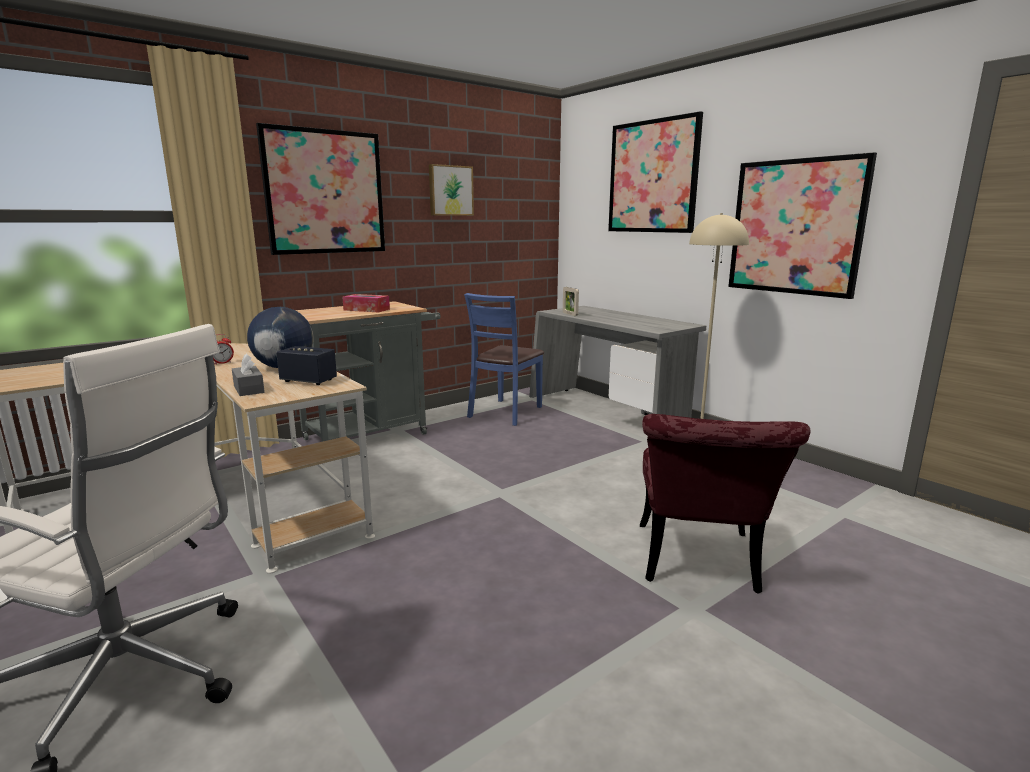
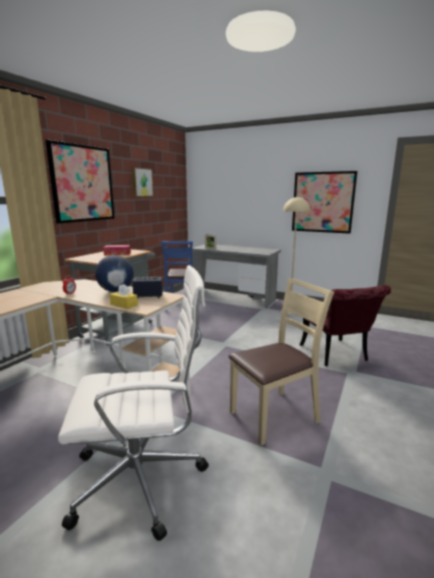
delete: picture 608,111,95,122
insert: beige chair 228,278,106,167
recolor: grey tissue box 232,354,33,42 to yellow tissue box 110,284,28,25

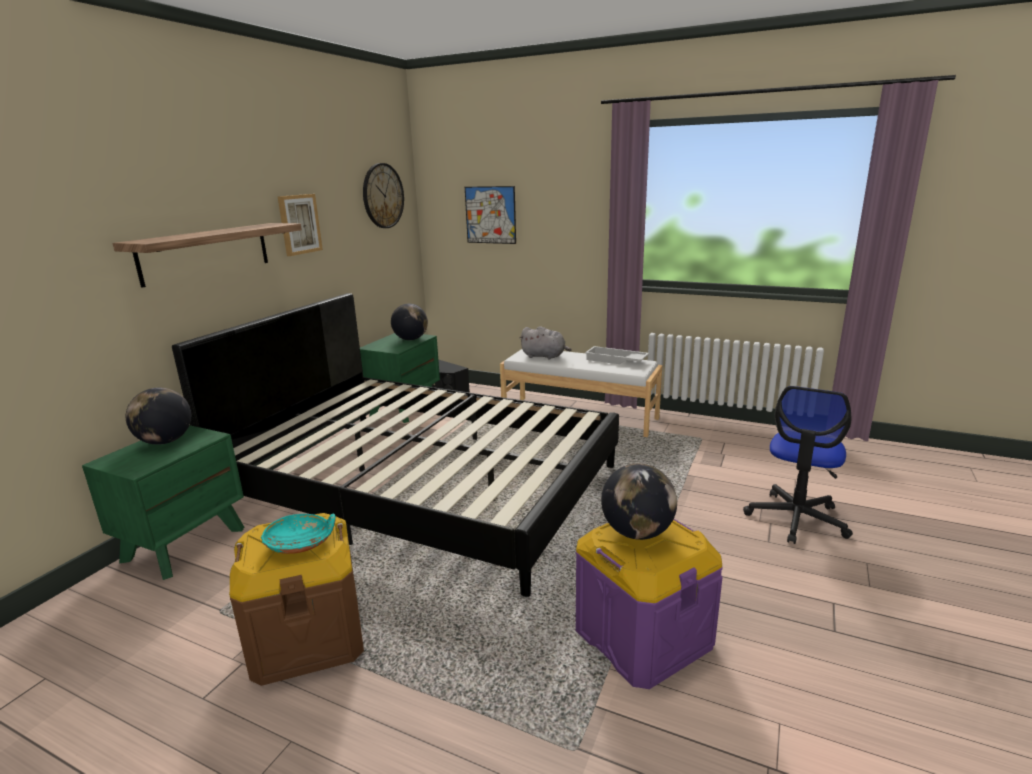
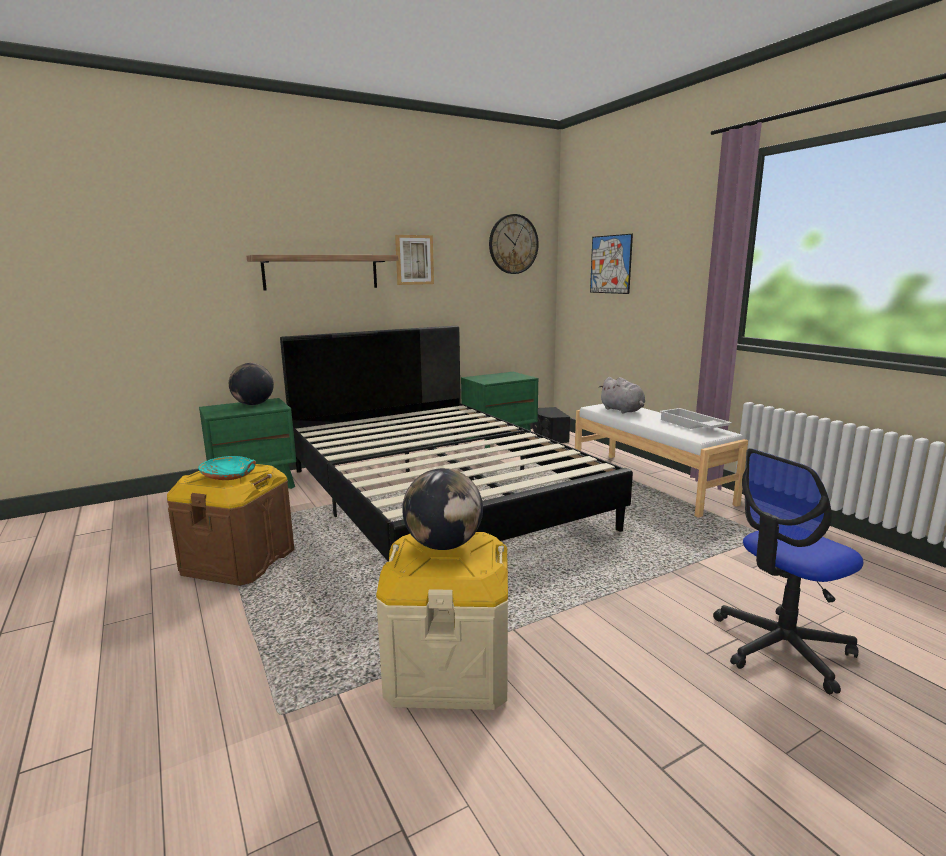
delete: globe 391,304,37,36
recolor: purple storage box 576,519,147,170 to beige storage box 376,532,132,178

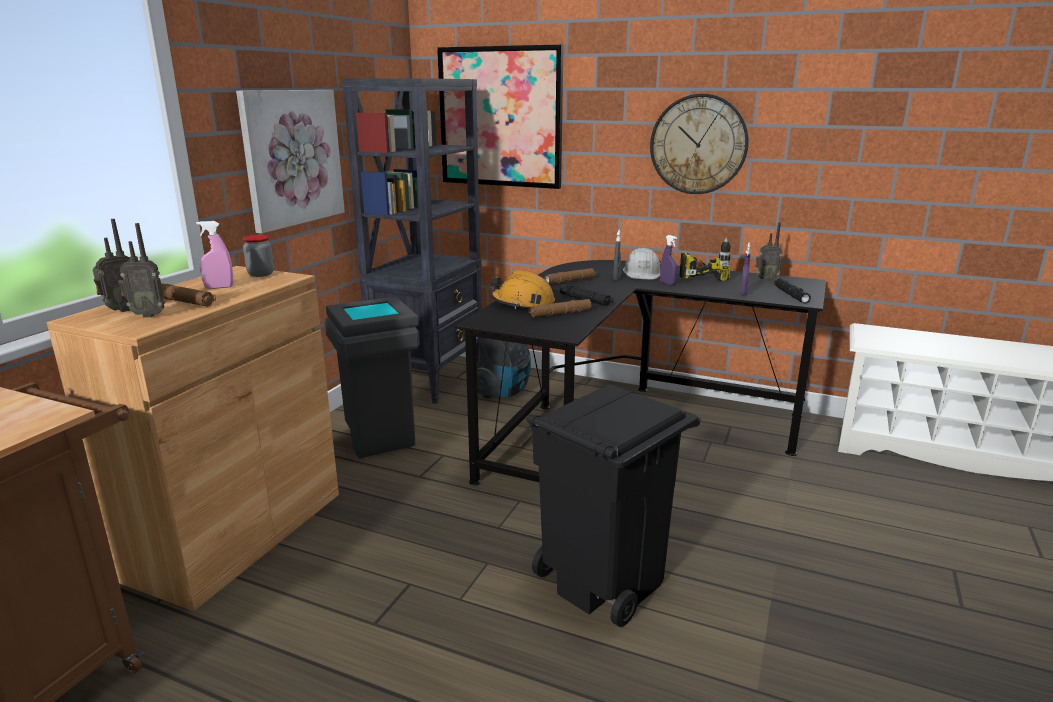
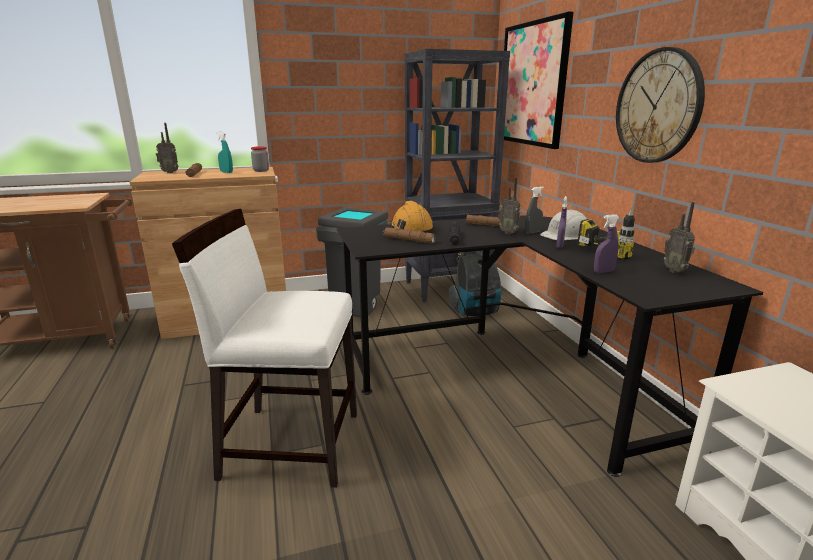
delete: picture 236,90,109,144; black flashlight 774,278,37,26
move: radio 118,223,47,95 to 498,177,22,57
replace: black trash can 527,385,173,242 to white chair 172,209,185,279
recolor: pink spray bottle 196,221,37,68 to turquoise spray bottle 216,132,17,41

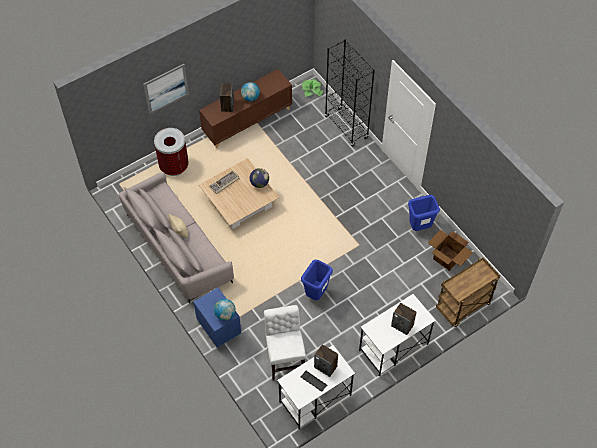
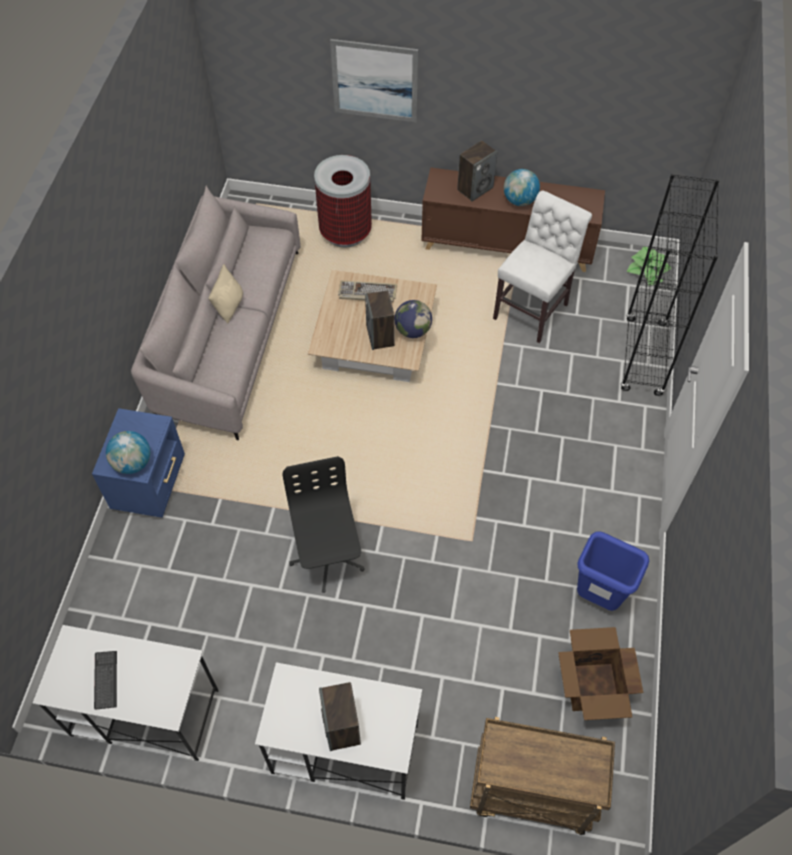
move: white chair 264,305,42,75 to 493,191,99,152; speaker 314,344,24,33 to 365,291,30,59
replace: blue trash can 301,260,32,40 to black office chair 282,456,83,137

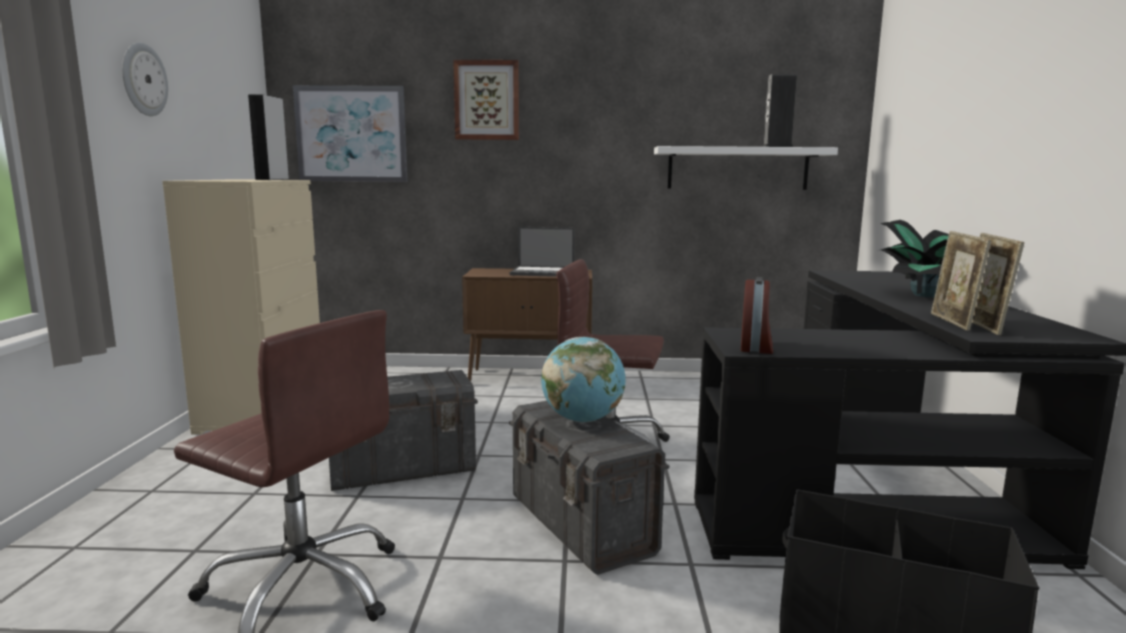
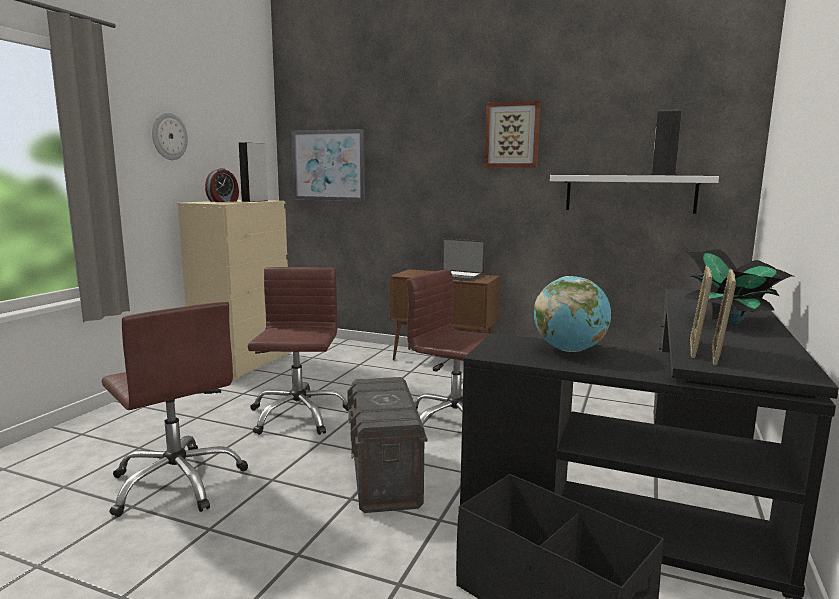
move: picture 453,60,66,80 to 484,100,57,68; globe 541,337,85,85 to 534,276,77,76; alarm clock 741,277,32,77 to 205,168,34,34
replace: grey storage box 329,370,149,121 to brown office chair 248,267,100,168

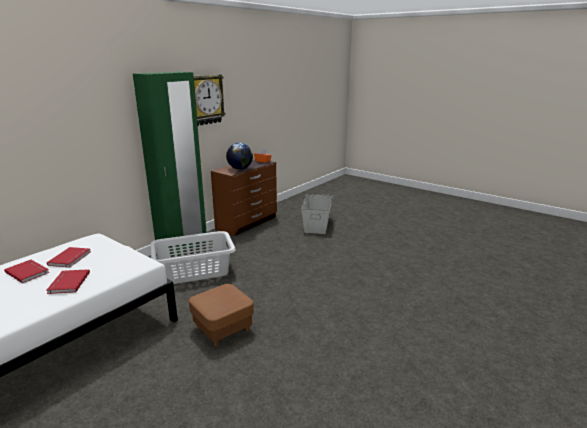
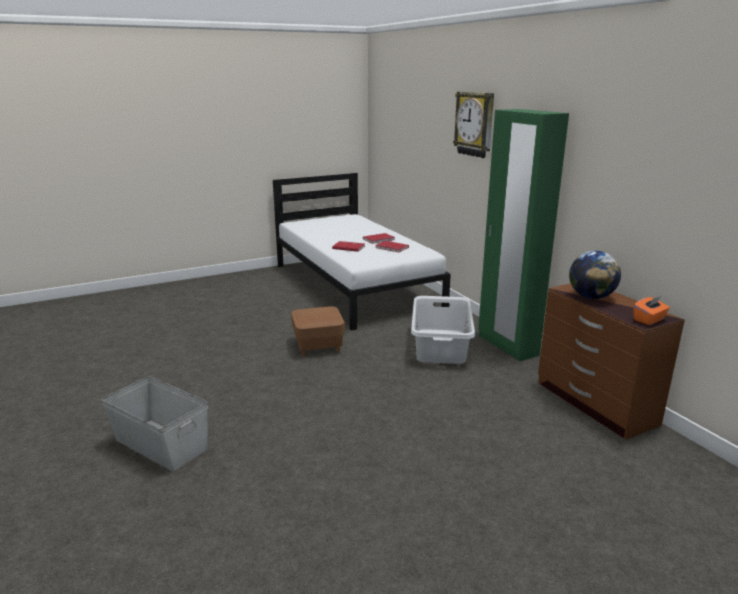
move: wall clock 193,75,33,51 to 453,91,41,67; grey storage box 301,194,32,40 to 101,376,107,95

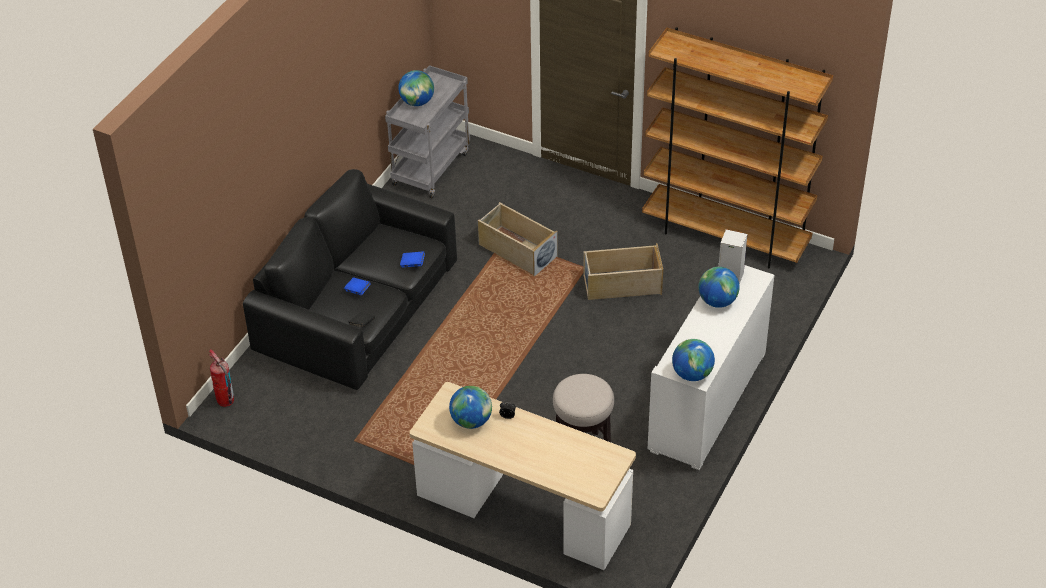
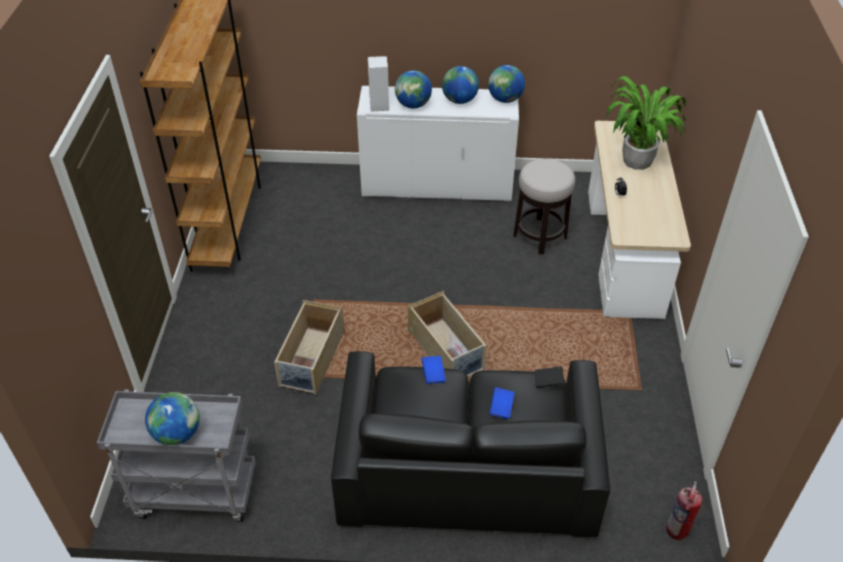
insert: potted plant 605,76,81,94
move: globe 449,386,43,43 to 442,66,37,38; beige storage box 583,243,80,57 to 408,291,79,86

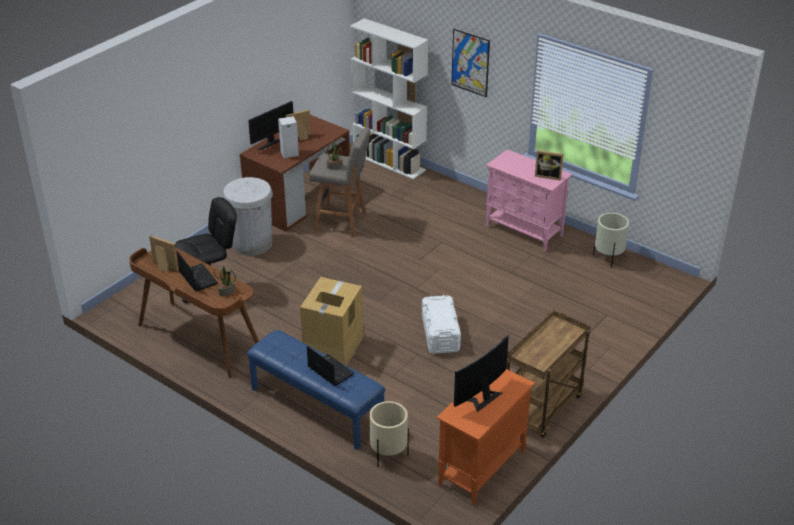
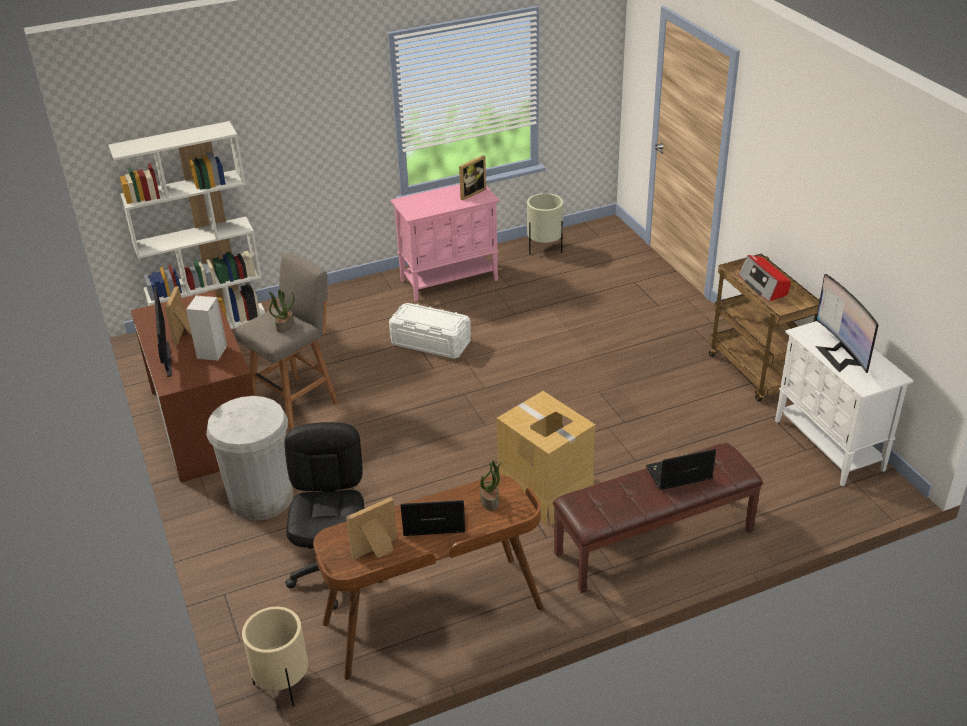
delete: picture 451,29,39,68
insert: radio 738,255,53,47
move: beige planter 369,401,40,66 to 242,607,66,100; white storage box 422,295,39,59 to 389,303,82,56
recolor: blue bench 247,330,138,120 to brown bench 553,443,210,150; orange cabinet 437,369,98,136 to white cabinet 775,321,139,165

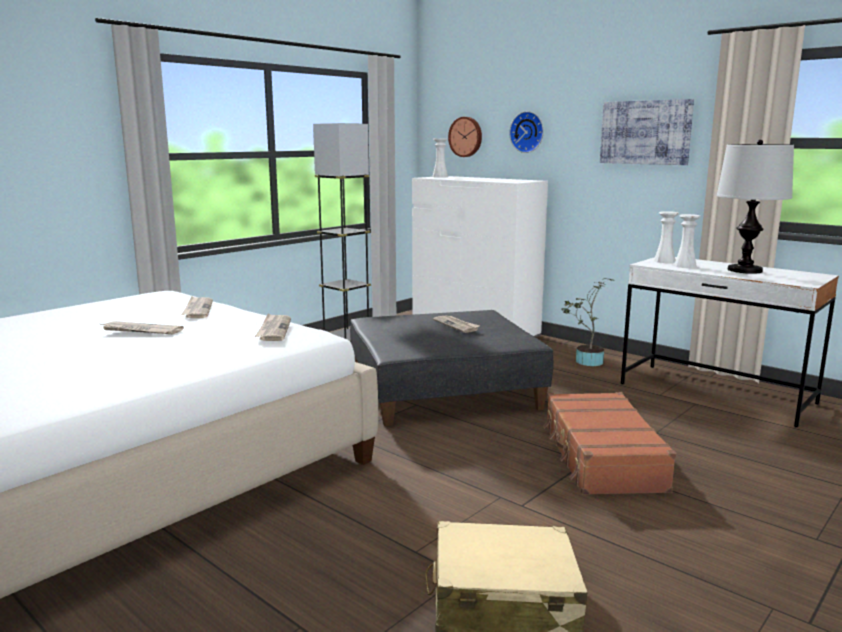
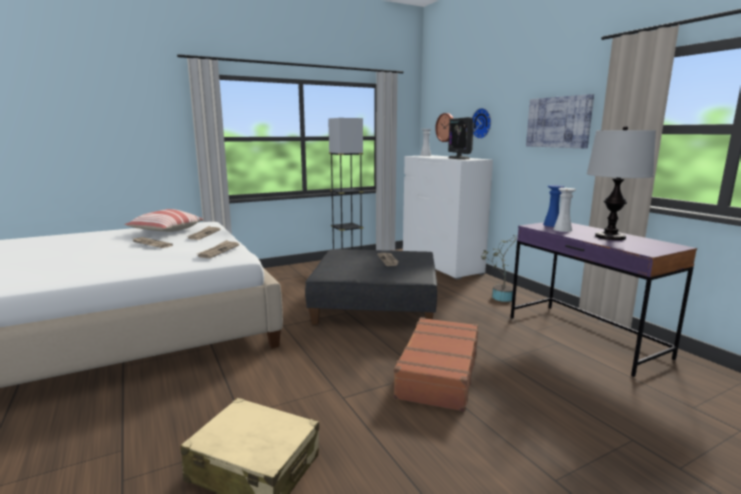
insert: pillow 124,209,79,23; monitor 448,117,26,42
recolor: white desk 621,257,218,171 to purple desk 511,222,186,155; white vase 654,211,25,52 to blue vase 543,185,21,42

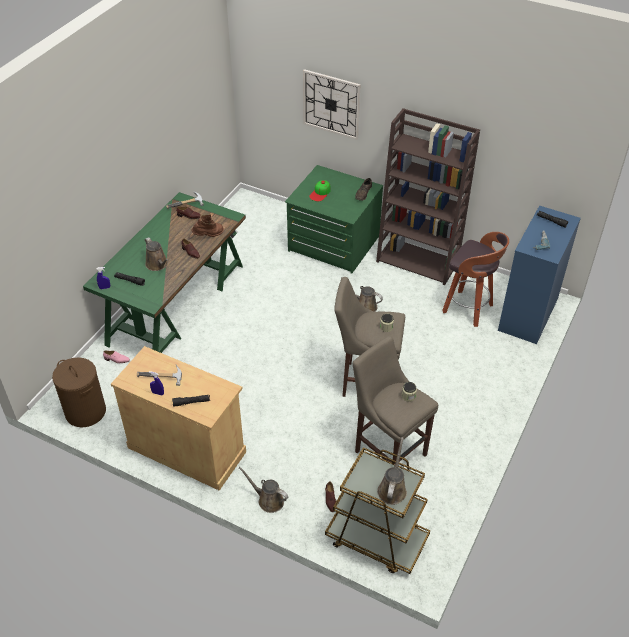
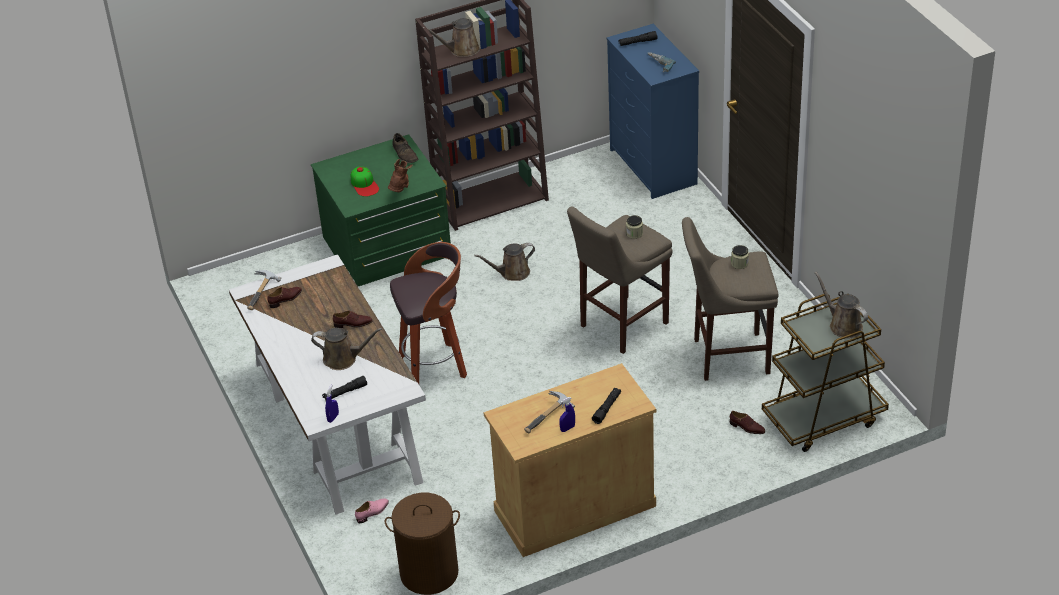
delete: wall clock 303,69,58,71
move: brown boot 191,214,33,23 to 388,159,25,33; brown watering can 239,467,49,46 to 423,18,60,39; stool 442,232,67,95 to 390,242,77,142
recolor: green desk 83,192,163,161 to white desk 229,254,197,261

